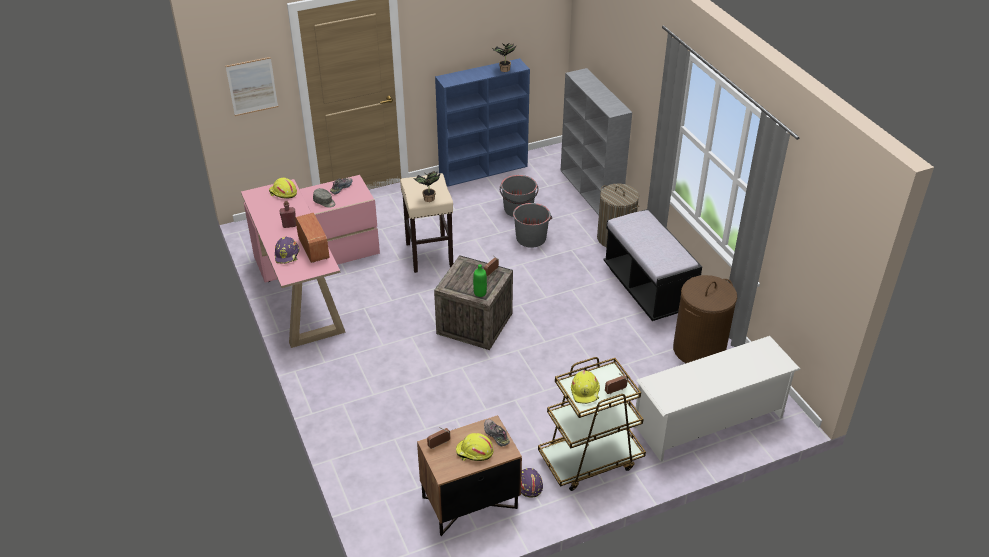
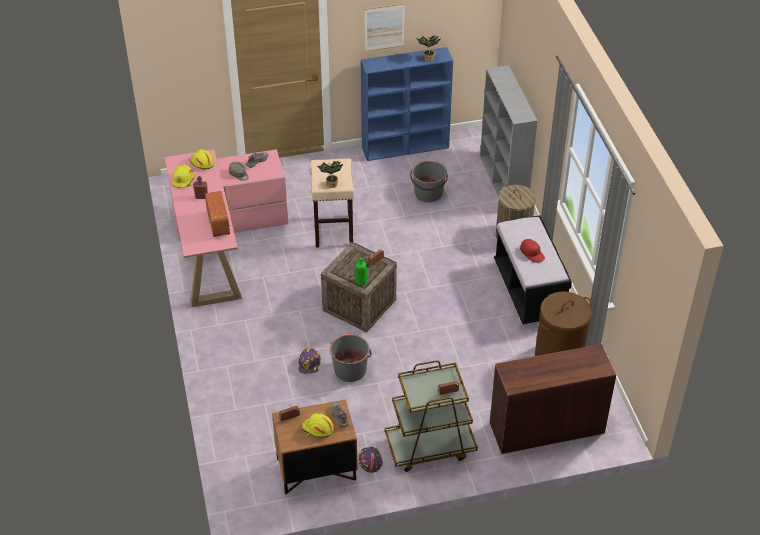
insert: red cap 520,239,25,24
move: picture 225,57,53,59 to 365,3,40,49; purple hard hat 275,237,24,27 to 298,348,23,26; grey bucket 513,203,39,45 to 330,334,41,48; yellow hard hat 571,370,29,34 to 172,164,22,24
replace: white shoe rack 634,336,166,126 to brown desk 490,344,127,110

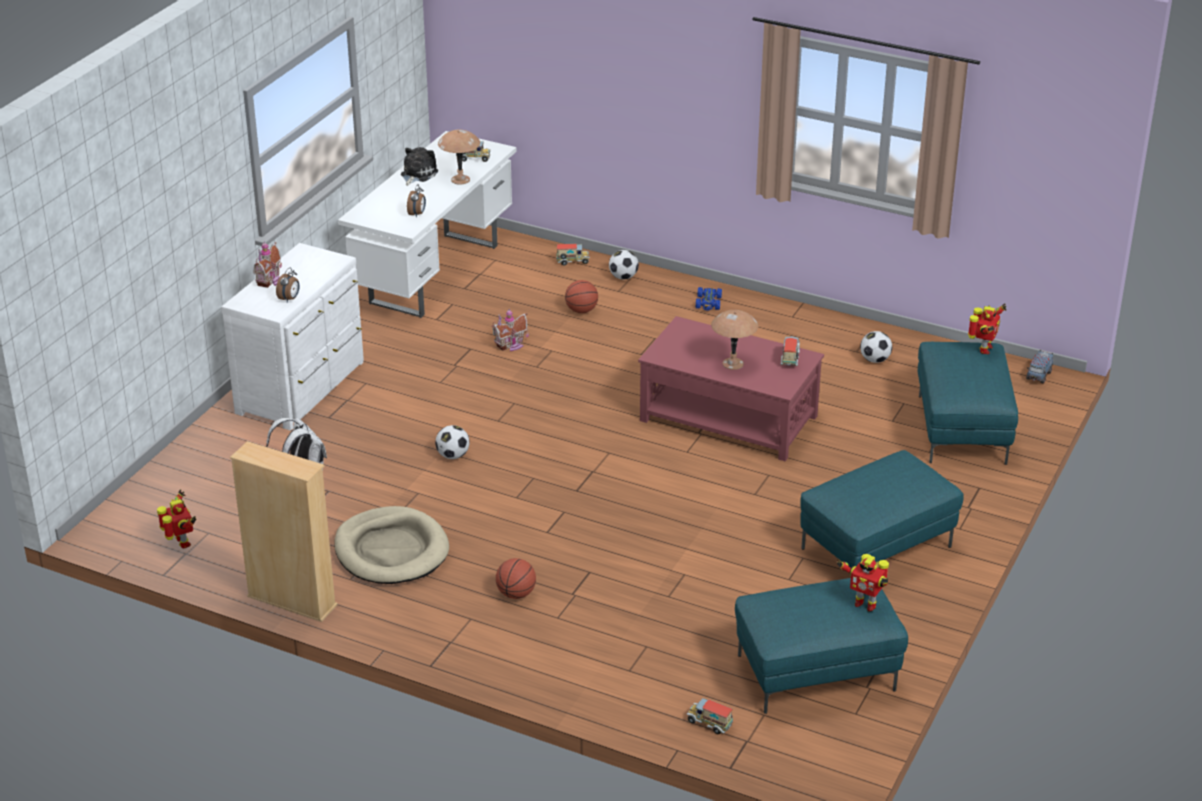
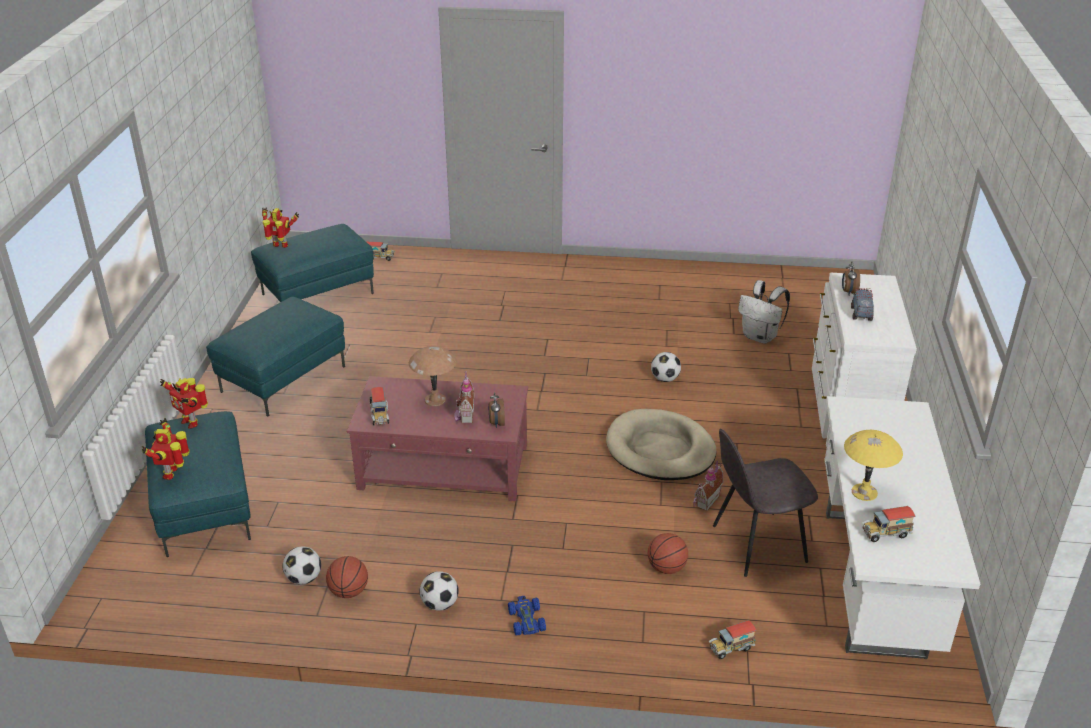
delete: beige bookcase 230,441,108,181; plush toy 401,147,37,39
insert: grey chair 713,428,105,149
move: toy robot 157,490,40,58 to 160,378,48,51; toy house 253,241,29,47 to 454,371,20,52; beige dog bed 334,506,115,78 to 606,409,111,71; alarm clock 407,184,19,33 to 488,392,17,36; basketball 496,558,40,41 to 326,556,42,42; football 609,250,30,30 to 420,571,39,40; toy truck 1026,350,27,34 to 851,288,23,33
recolor: brown table lamp 438,130,42,55 to yellow table lamp 844,430,59,71

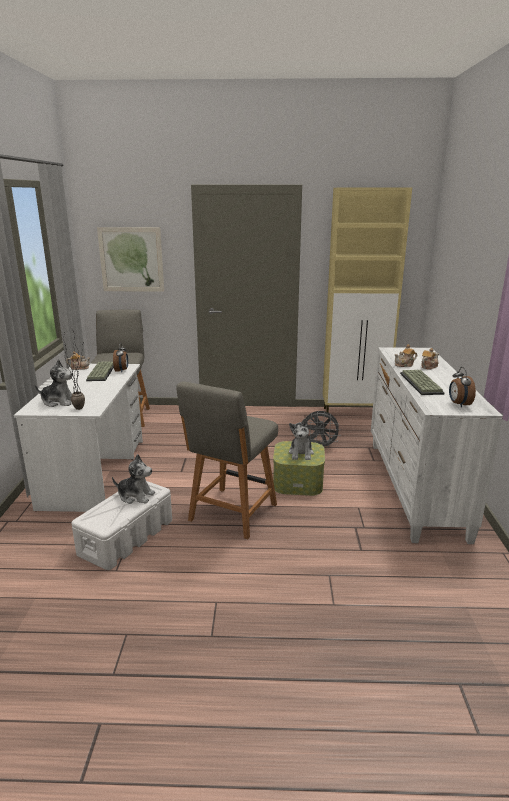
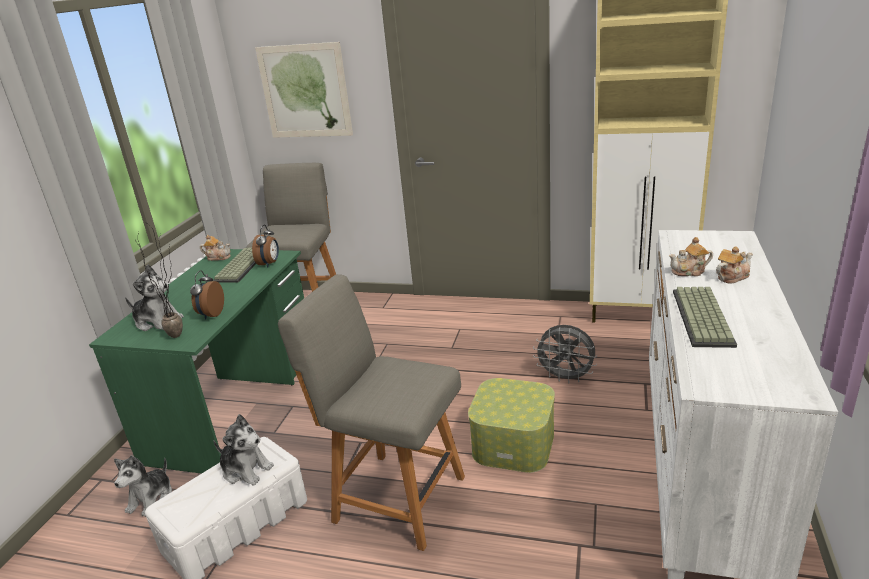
move: plush toy 289,419,25,41 to 114,455,58,62; alarm clock 449,367,27,41 to 190,270,34,49
recolor: white desk 14,364,129,148 to green desk 89,249,215,225
rotate: grey chair 177,382,101,157 = 278,274,187,277 75 degrees clockwise

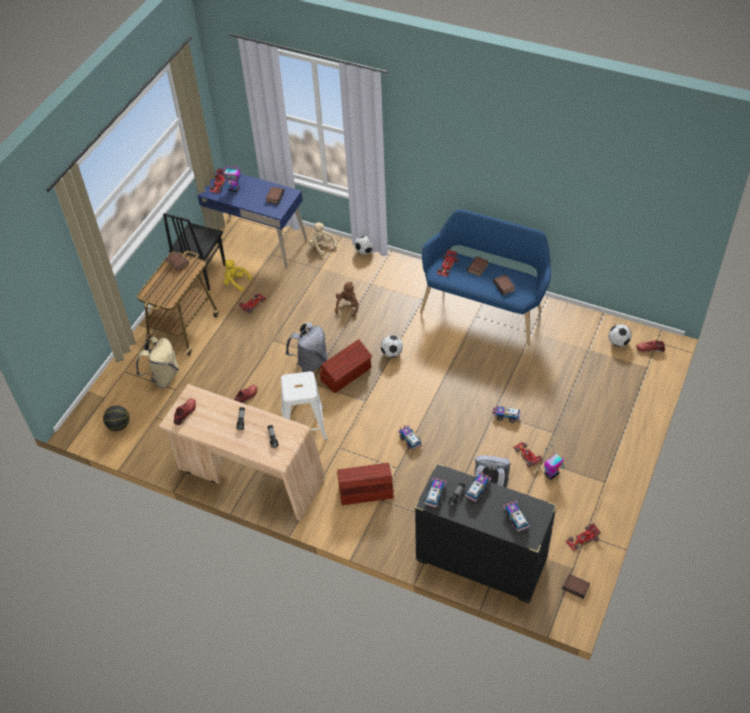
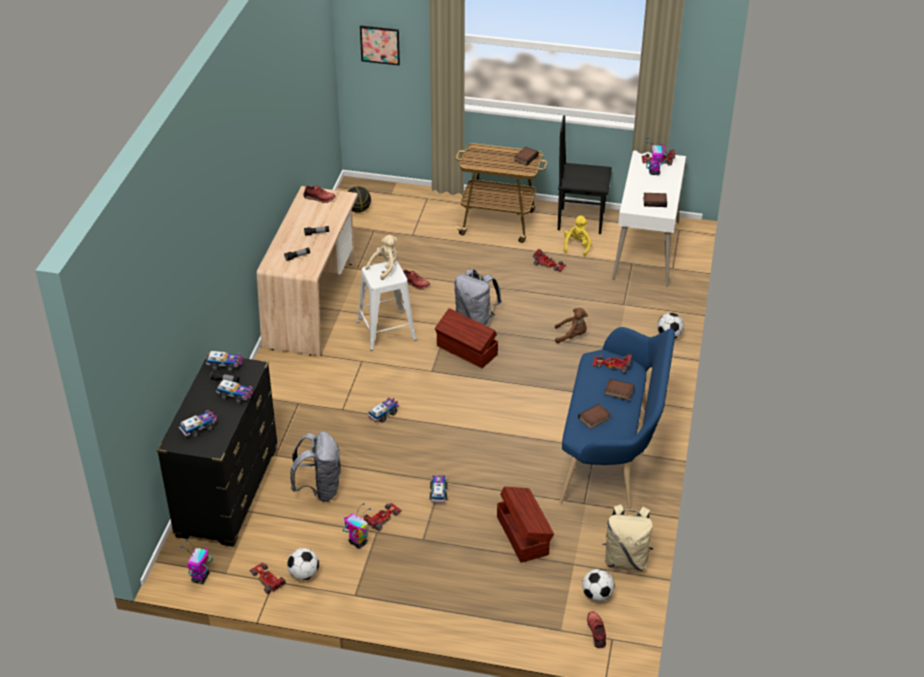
insert: picture 360,25,40,40
move: beige backpack 136,337,43,51 to 603,504,50,67; beige plush toy 309,222,28,34 to 365,235,33,45; brown storage box 337,463,56,42 to 497,487,57,76; football 381,335,22,23 to 287,548,32,32
replace: book 562,574,28,25 to toy robot 181,539,32,45
recolor: blue desk 197,168,110,101 to white desk 612,150,74,137

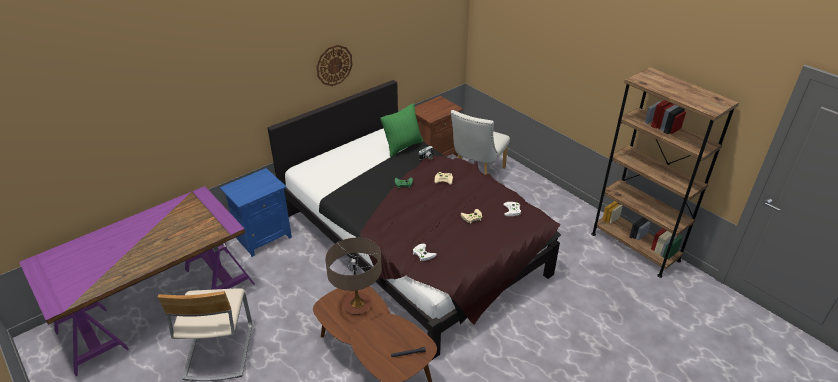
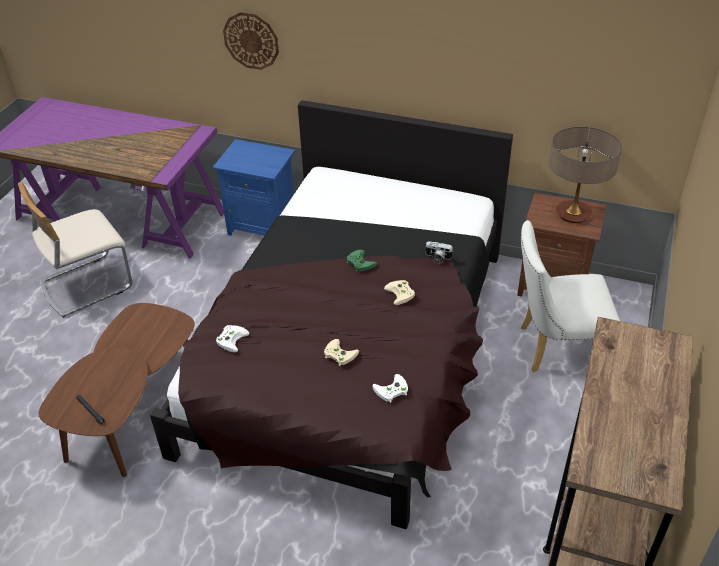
delete: green pillow 380,103,43,54
move: wall clock 316,45,37,41 to 223,12,56,58; table lamp 325,238,57,77 to 549,127,73,96

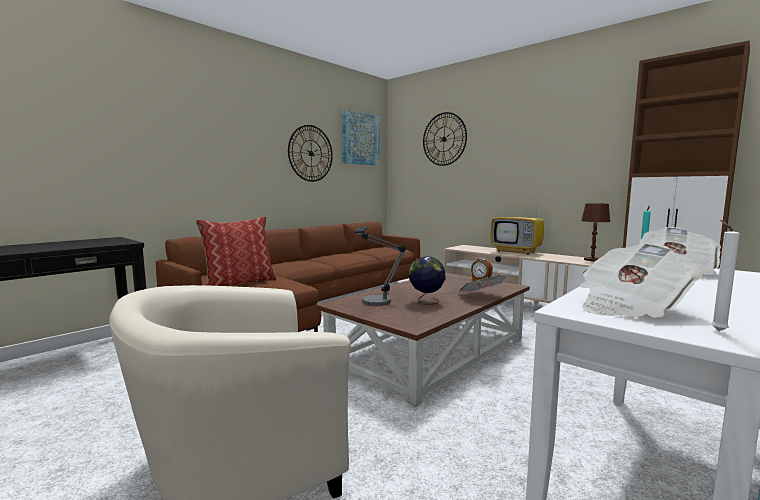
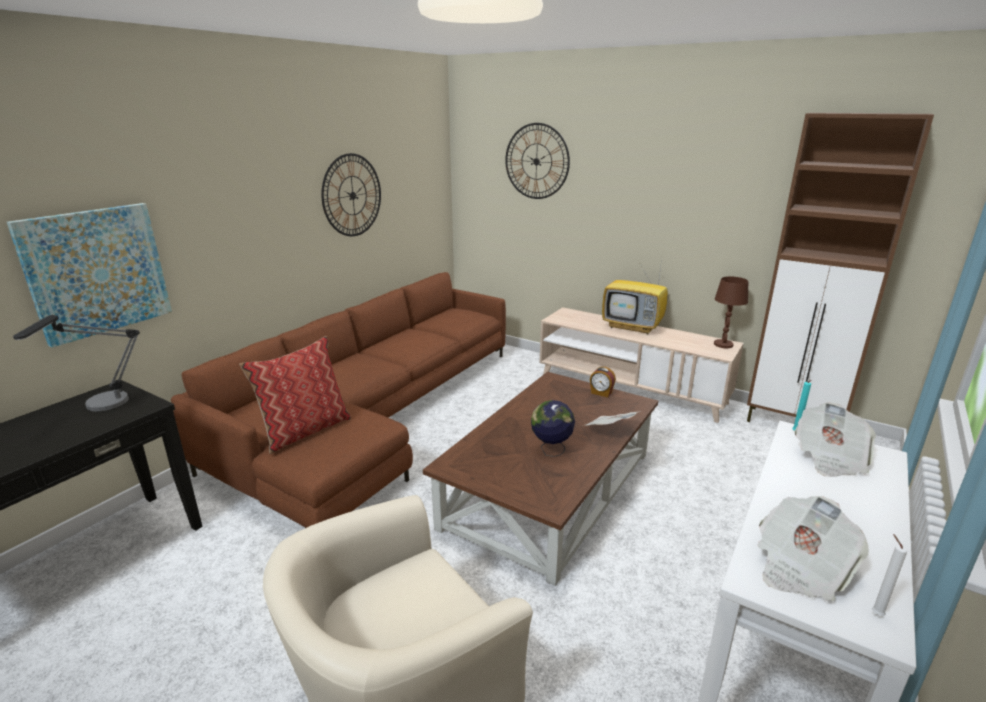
move: picture 342,109,38,57 to 7,203,165,144; table lamp 354,226,53,80 to 13,315,127,96

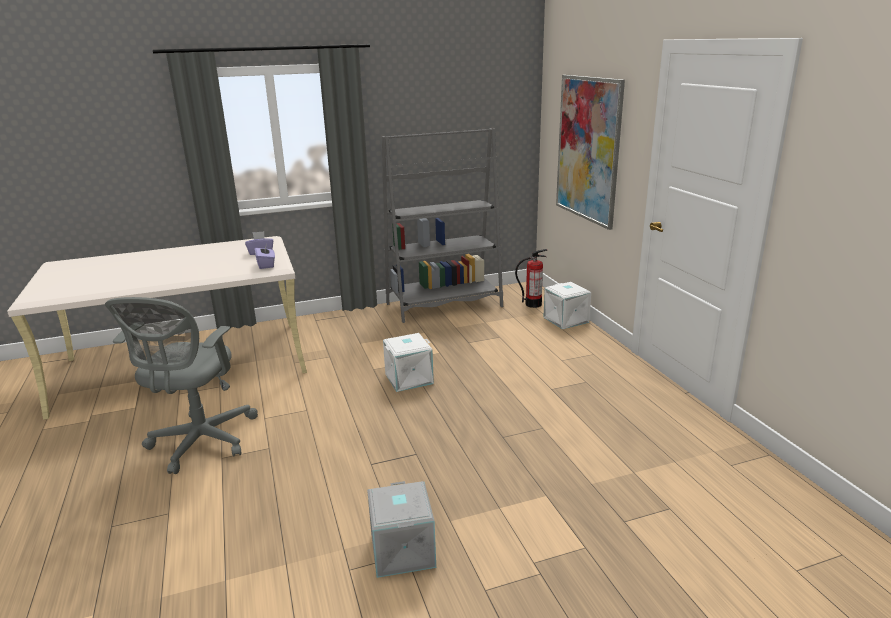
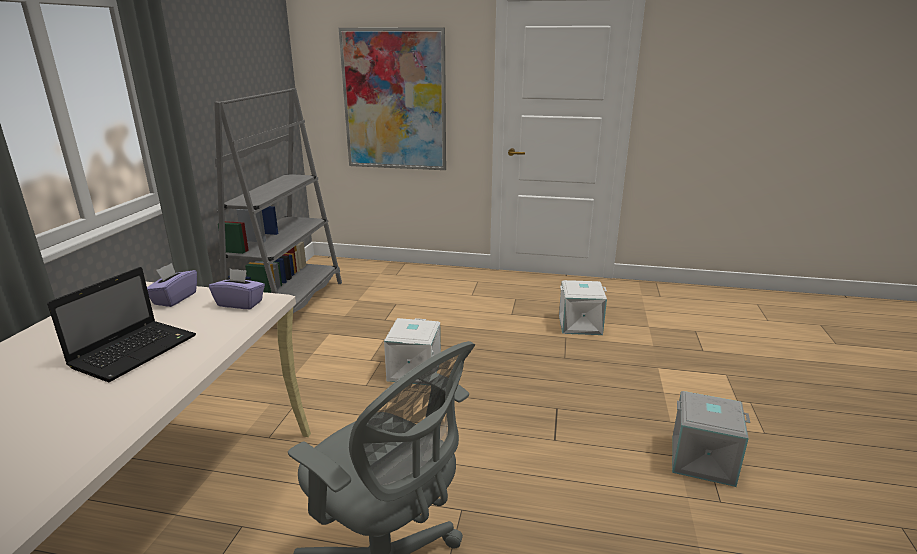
delete: fire extinguisher 515,249,32,59
insert: laptop 47,267,149,115
move: white storage box 543,282,48,47 to 559,280,48,55

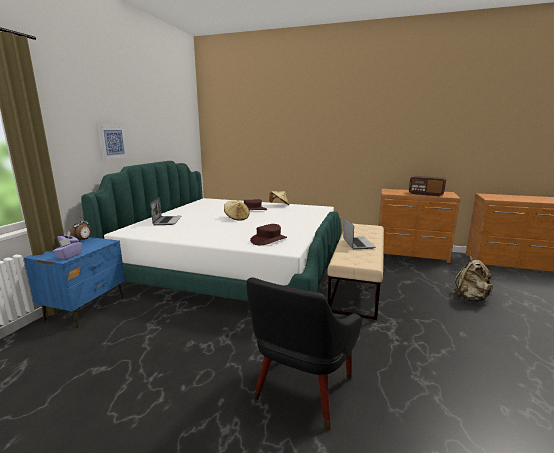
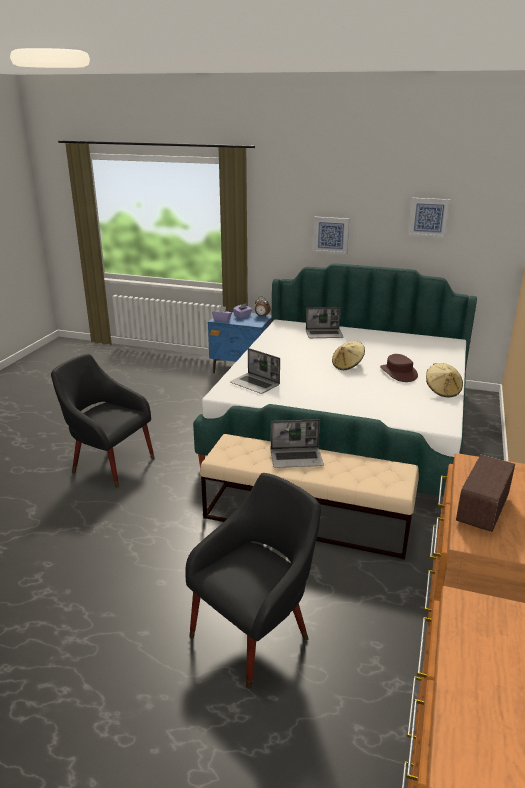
insert: picture 408,198,43,40
replace: brown hat 250,224,37,21 to laptop 230,348,50,46; beige backpack 454,256,39,46 to black armchair 185,473,136,216

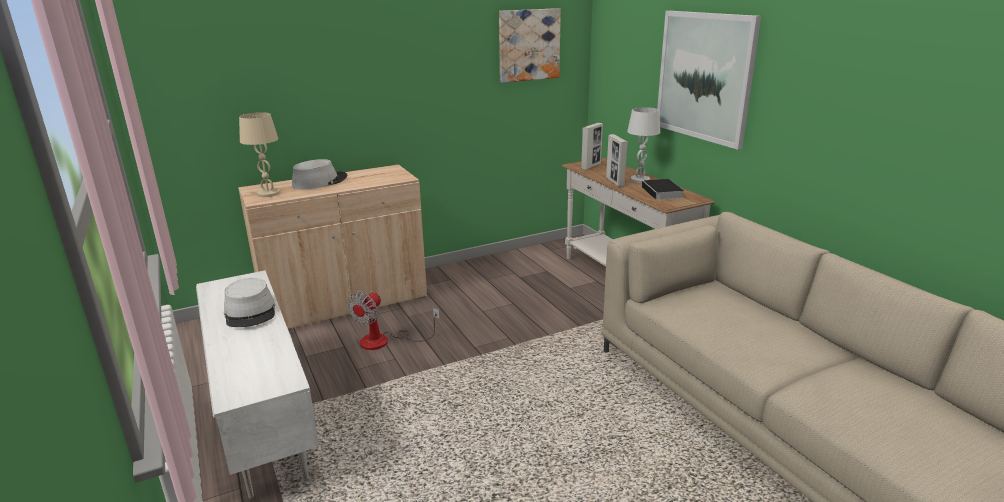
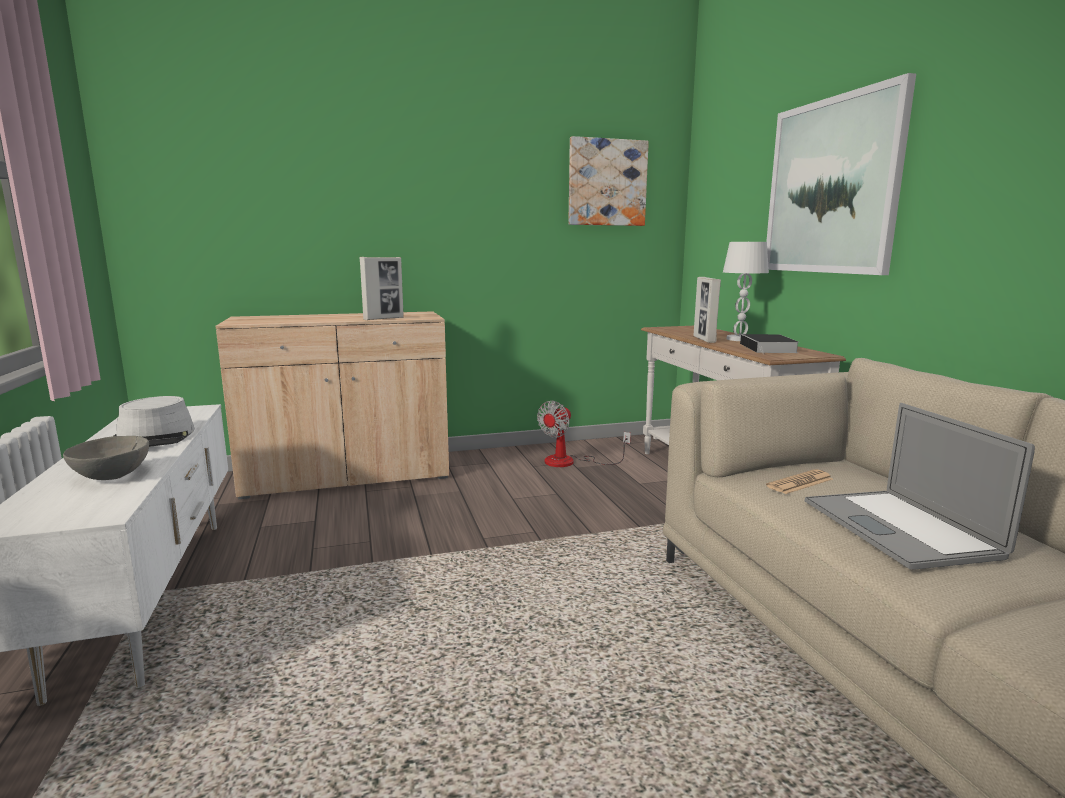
delete: beige table lamp 239,112,41,85; grey hat 292,159,55,30
insert: grey bowl 63,436,86,44; newspaper 766,469,67,25; laptop 805,403,230,167
move: fan 347,291,93,59 to 537,401,94,66; picture frame 581,123,22,47 to 360,257,44,63

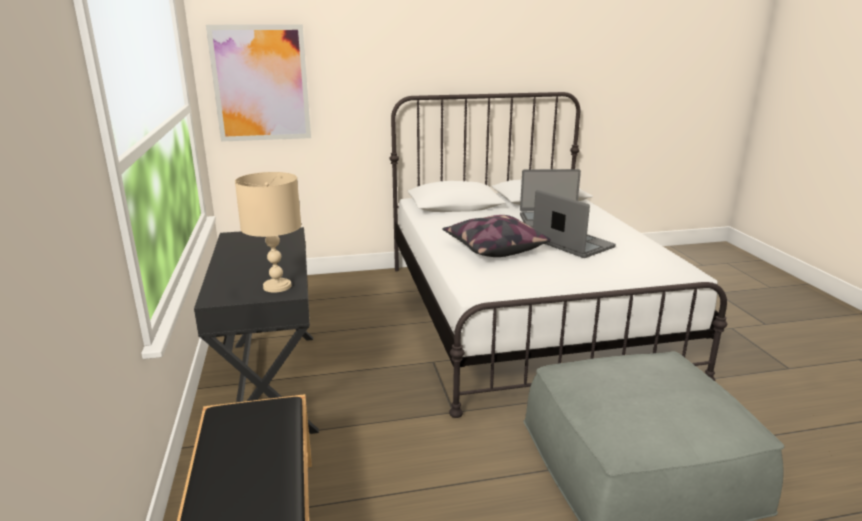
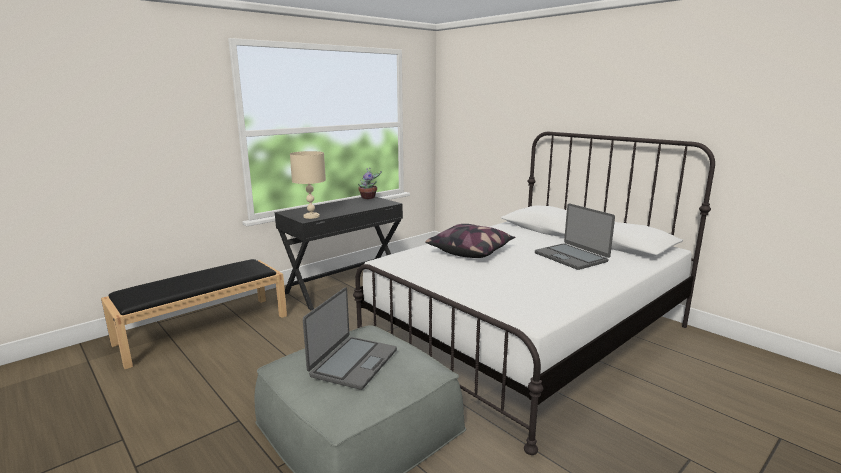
delete: picture 206,24,105,118
insert: potted plant 358,168,24,31
move: laptop 533,190,83,68 to 303,287,94,103

